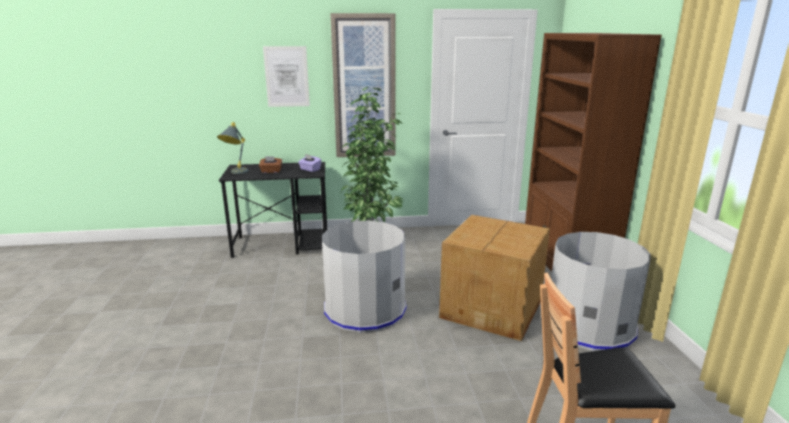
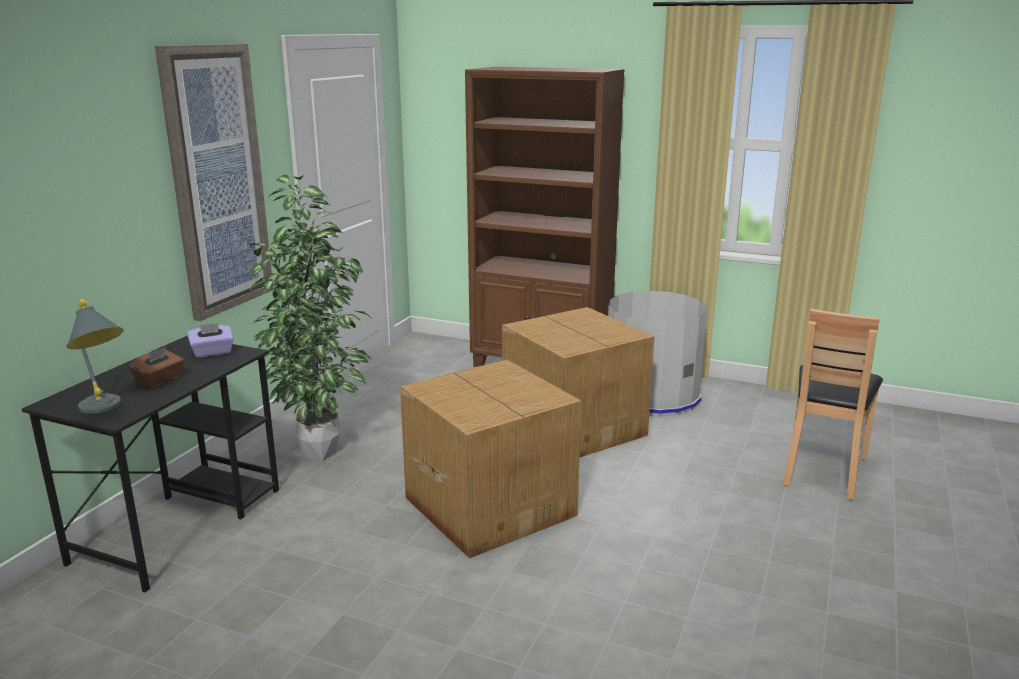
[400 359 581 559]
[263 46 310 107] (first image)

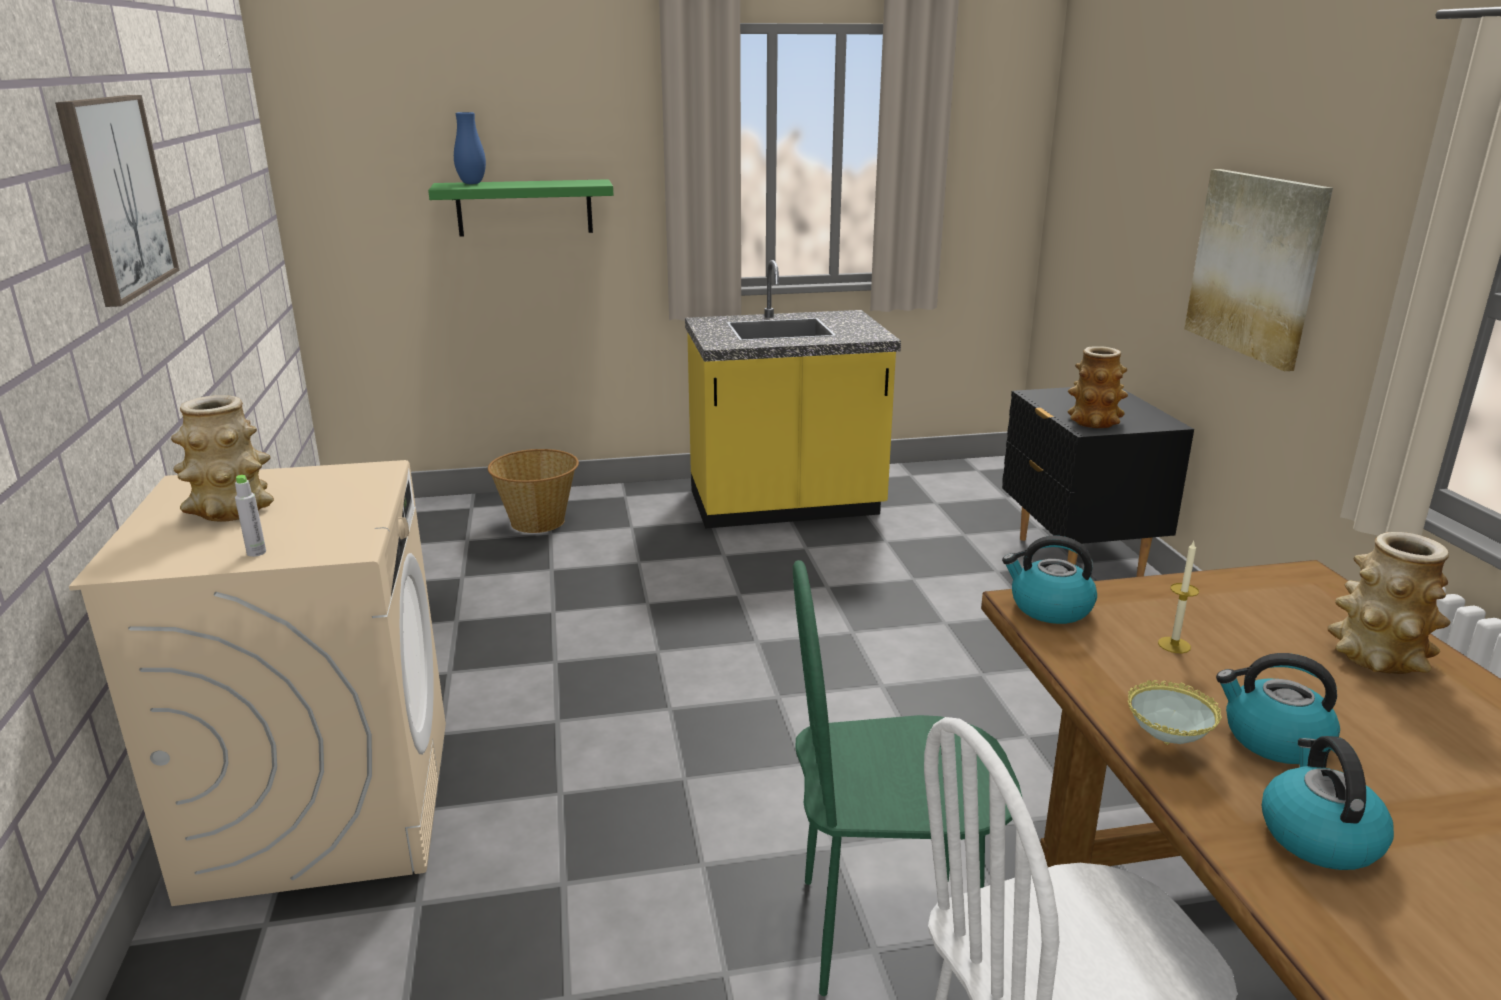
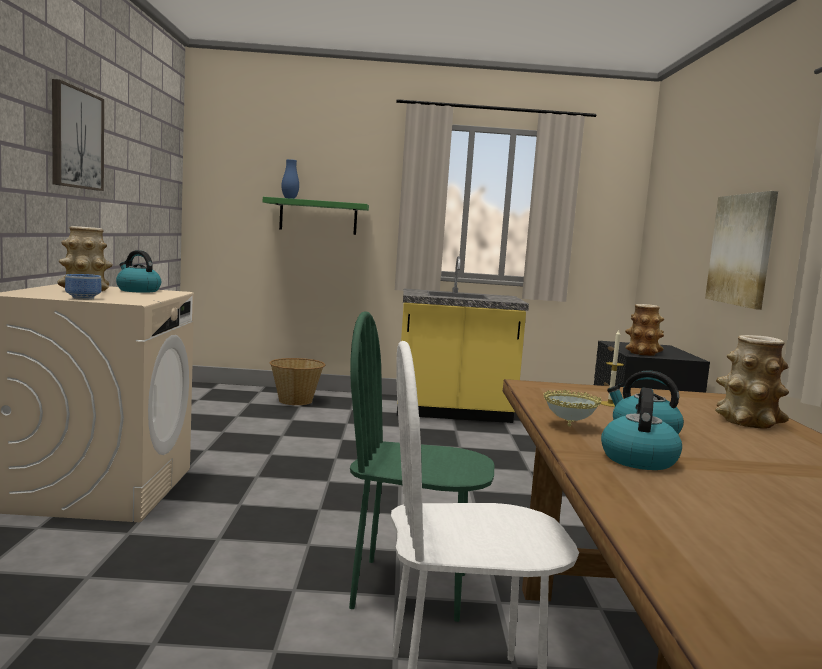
[65 274 102 300]
[116 250 161 293]

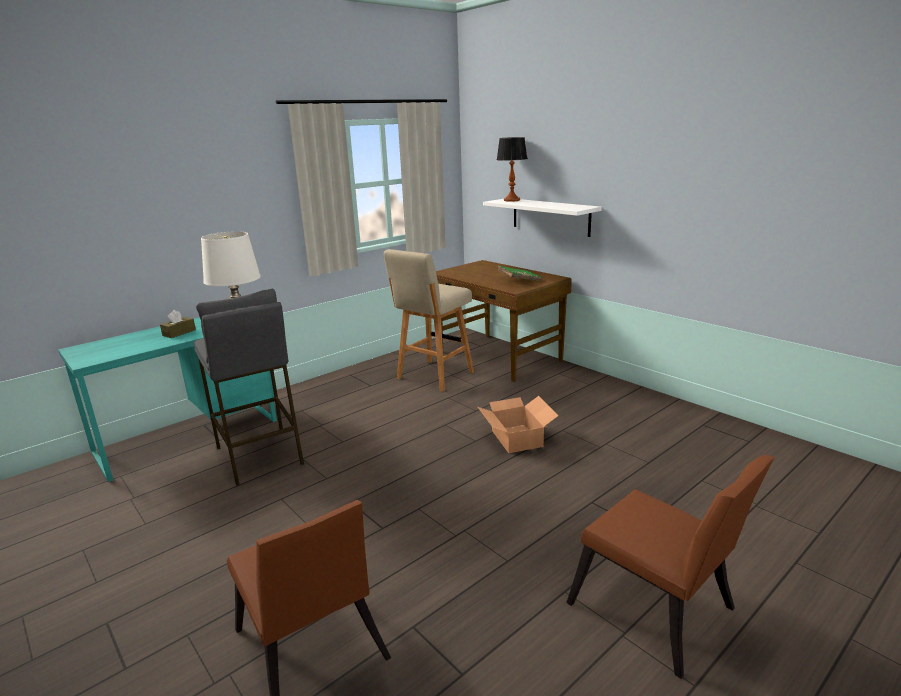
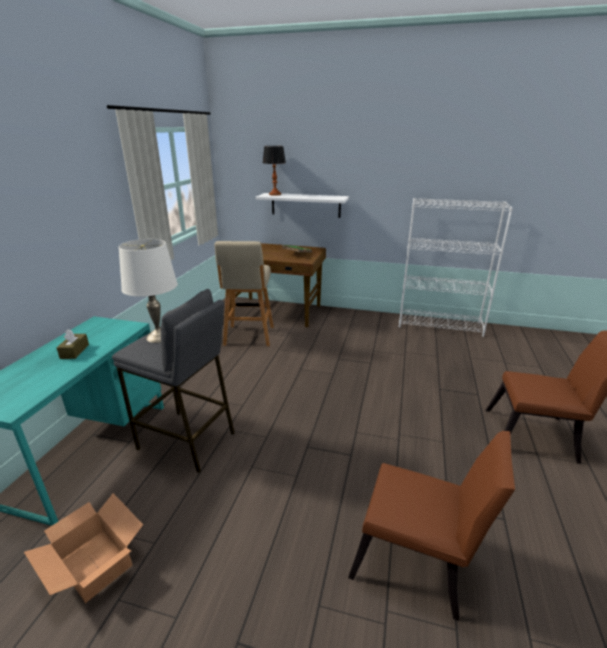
[24 493 143 603]
[399 198 513 337]

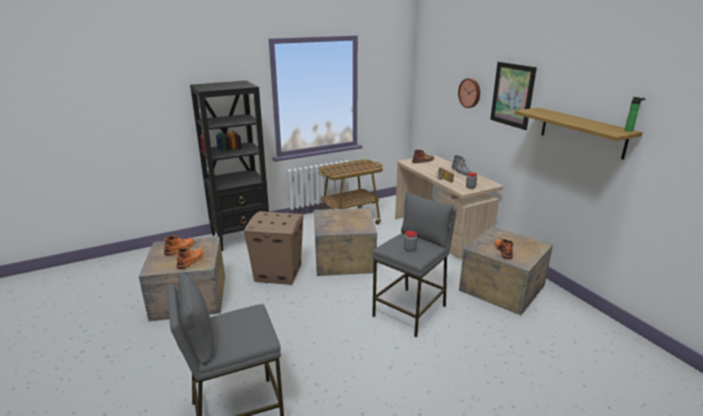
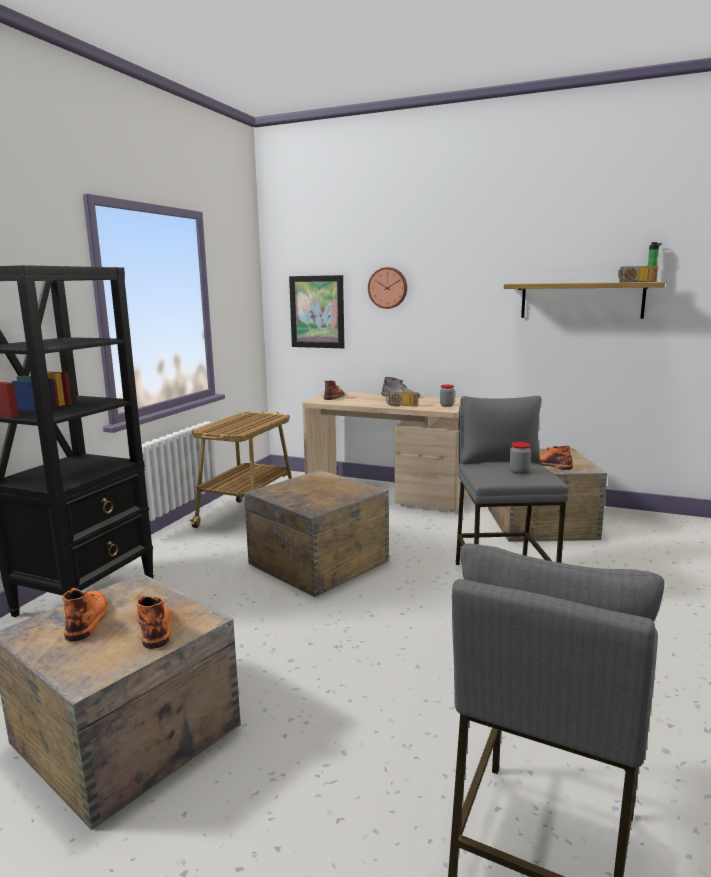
[289 275 344 348]
[618 266 658 282]
[244 211 303 285] (first image)

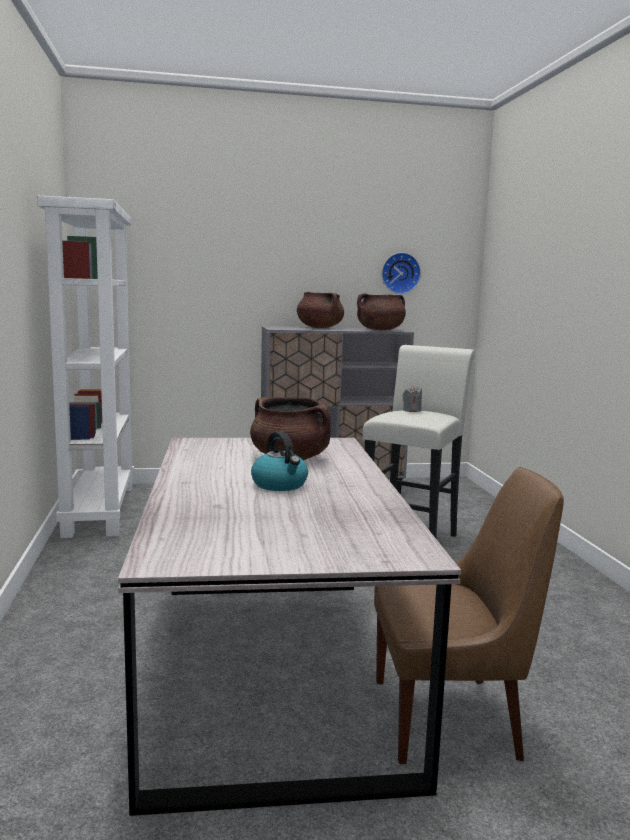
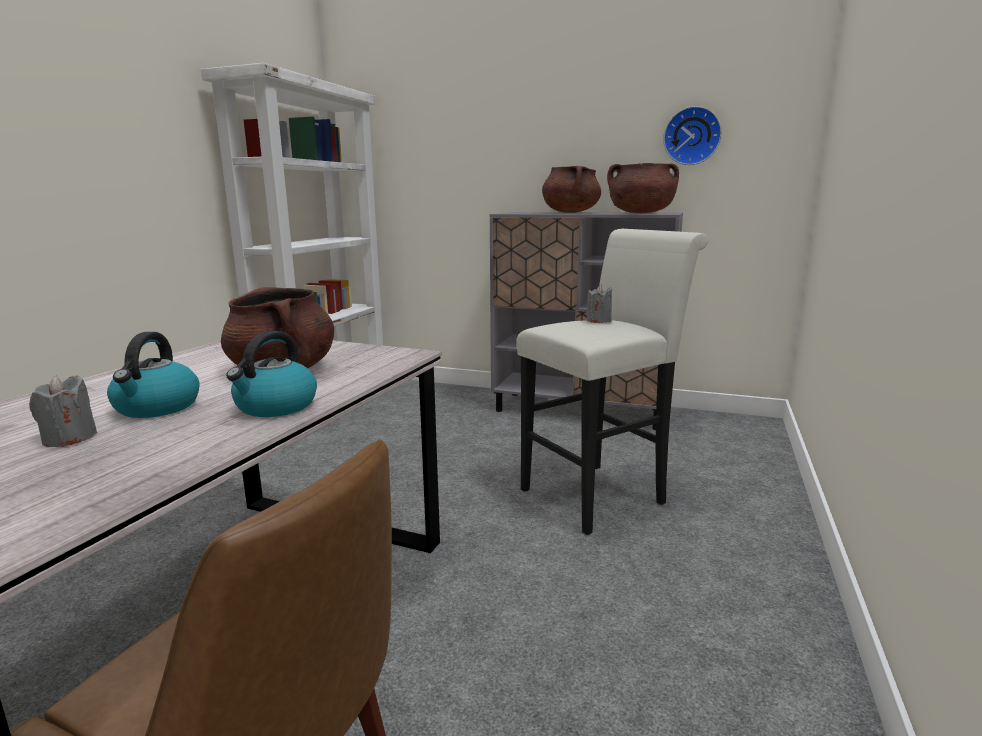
[29 375 97 447]
[226 331 317 417]

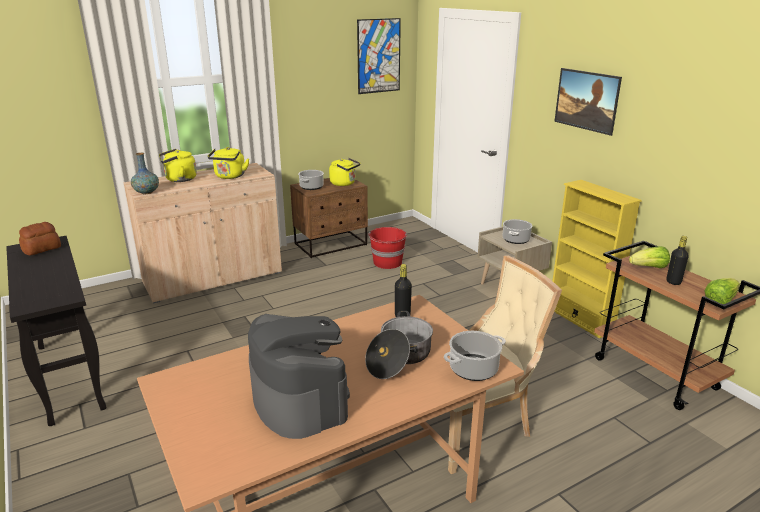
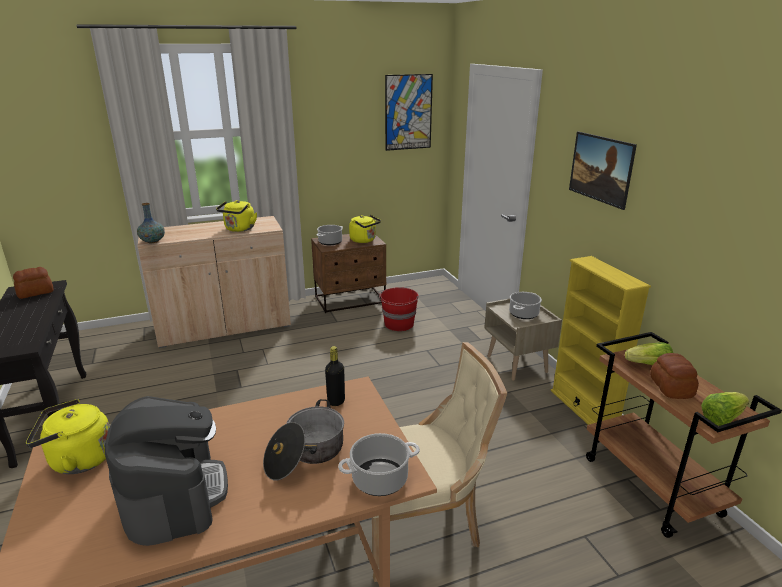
[26 399 110 474]
[650 353 699 399]

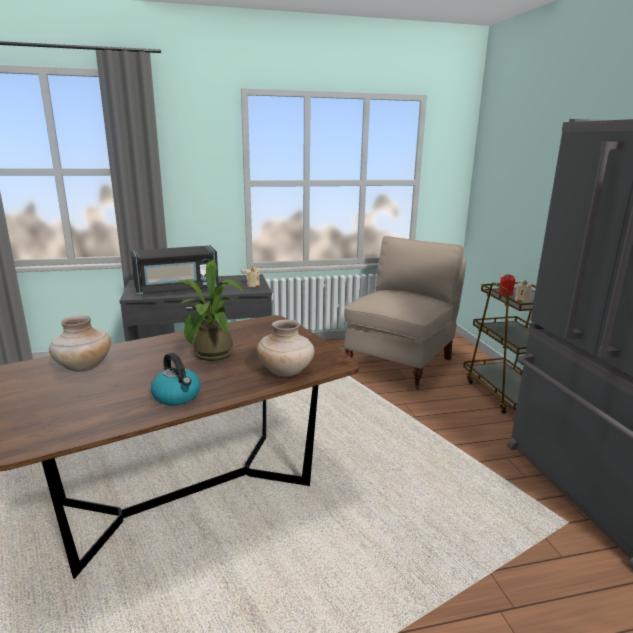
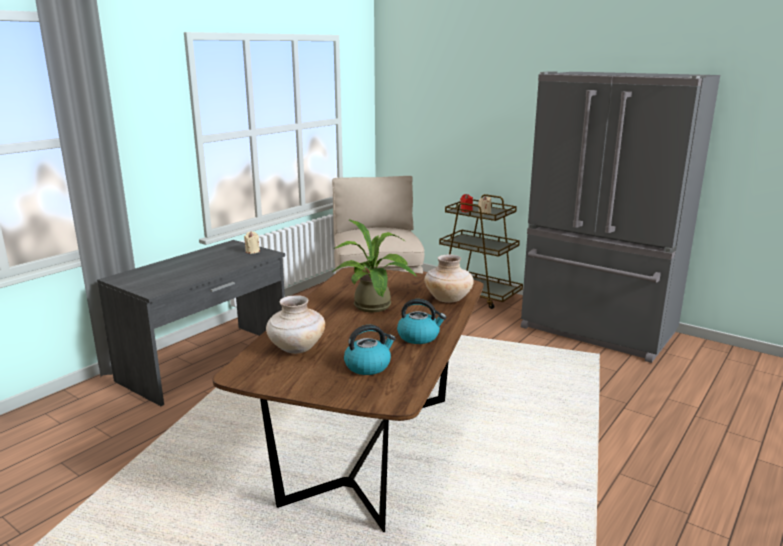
[344 325 396 375]
[131 245 219 295] (first image)

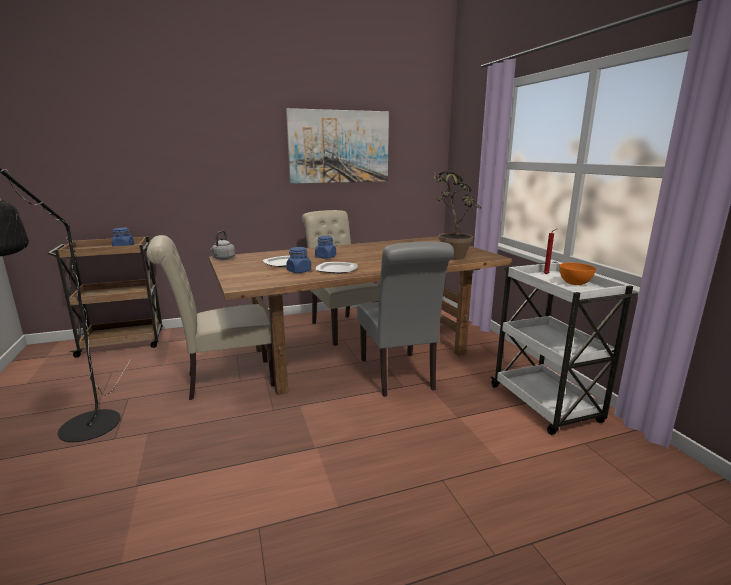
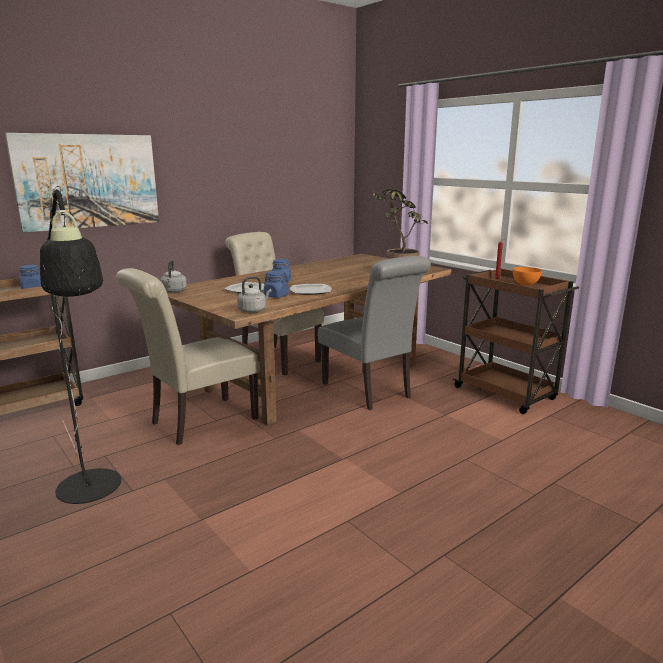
[5 133 159 233]
[237 276 272 313]
[452 268 579 414]

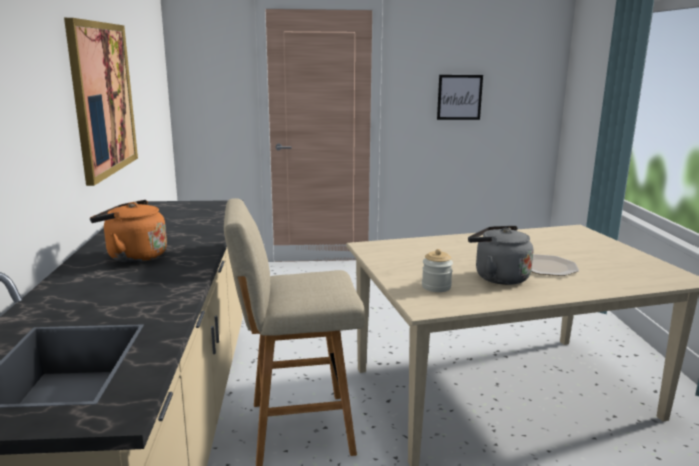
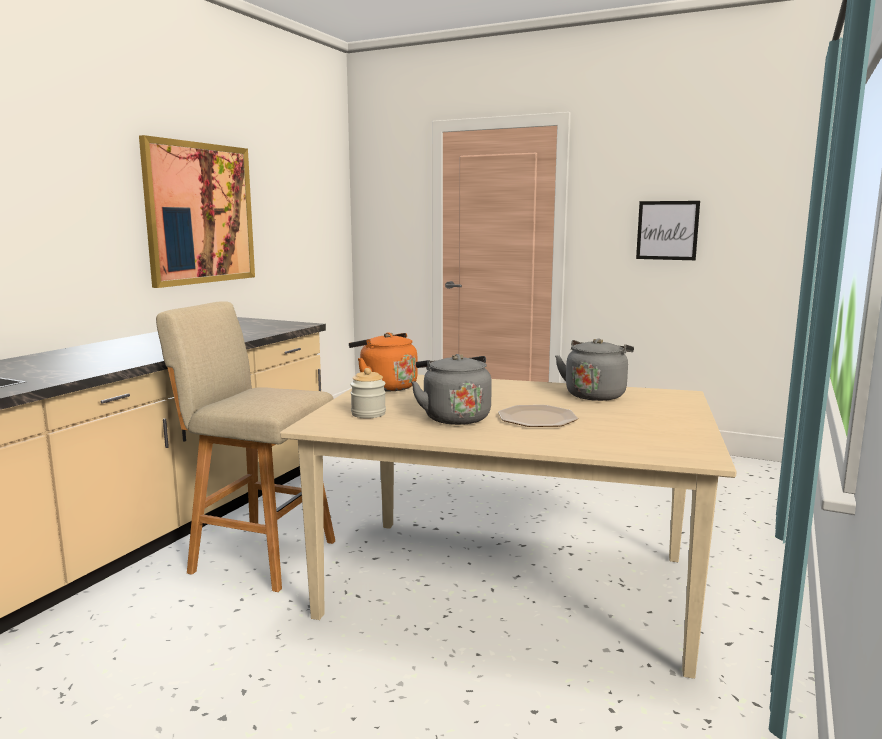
[349 332 418 391]
[555 338 634 401]

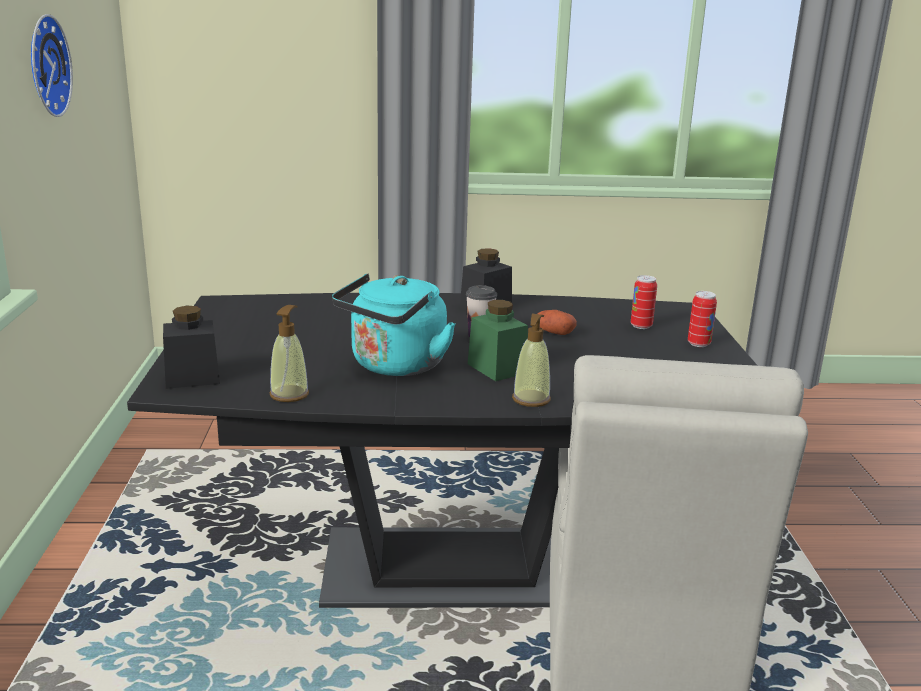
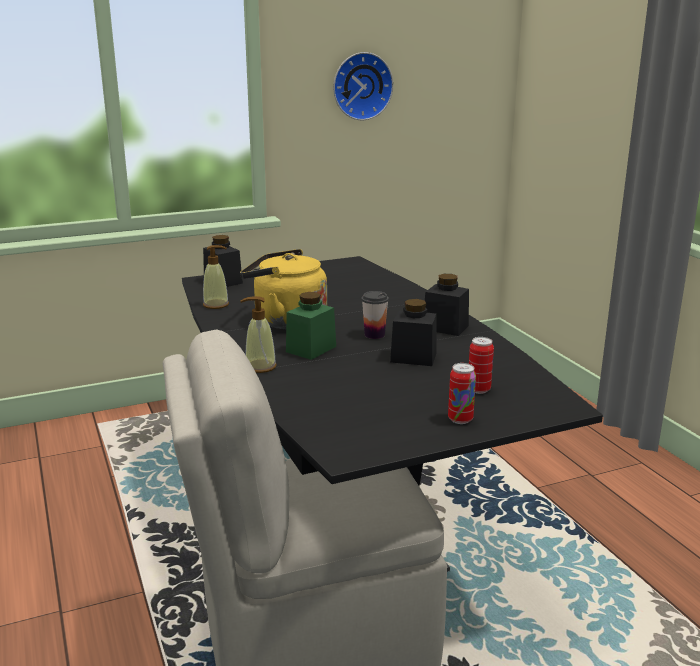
[240 249 327 329]
[390 299 437 366]

